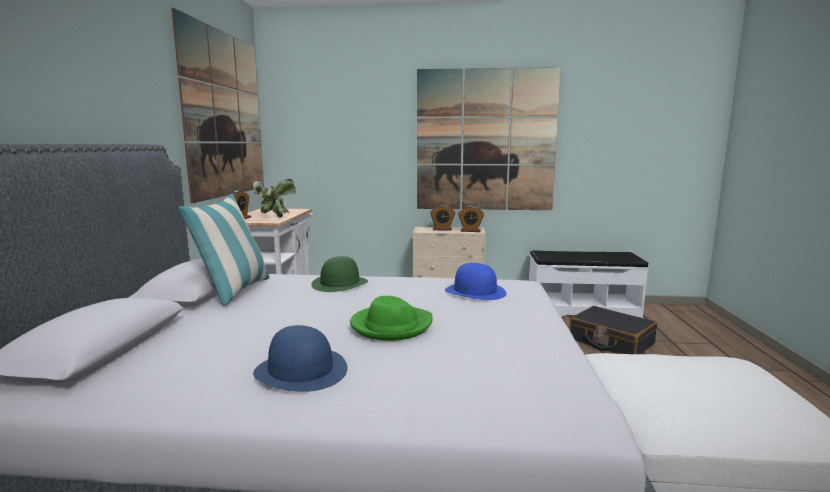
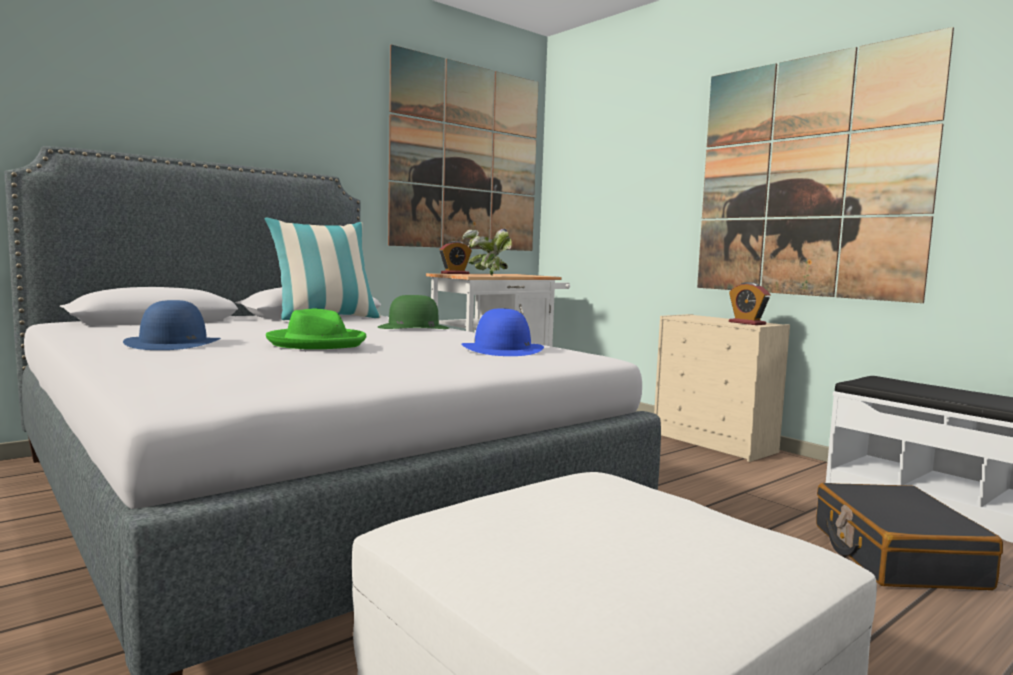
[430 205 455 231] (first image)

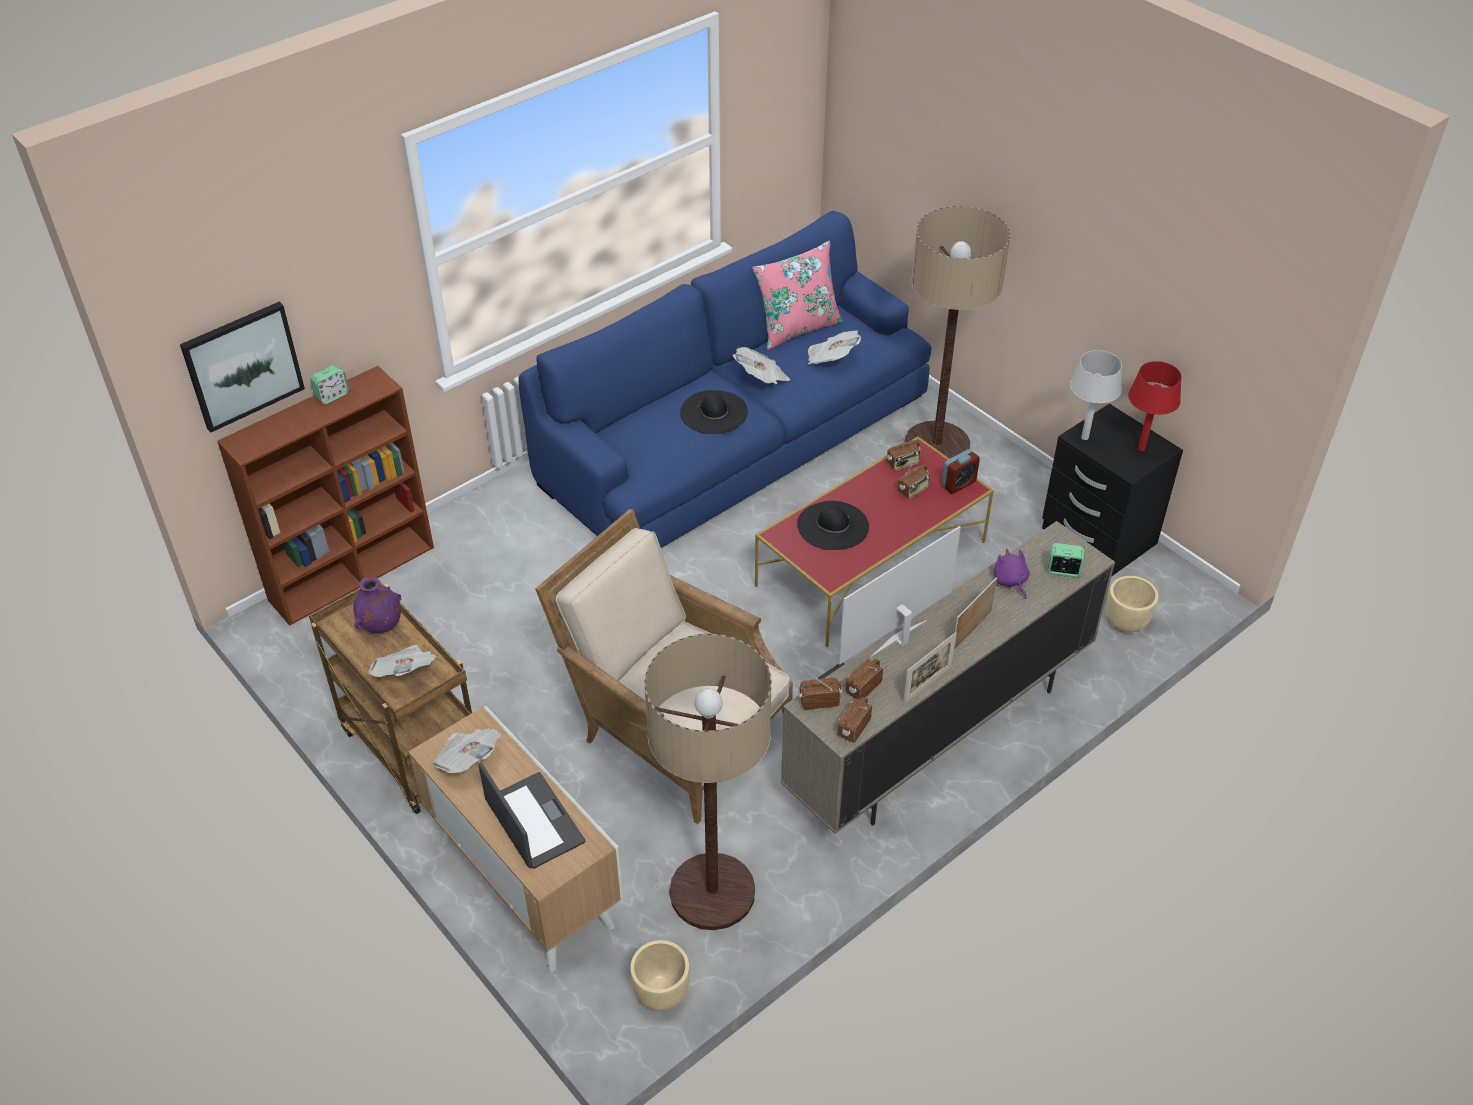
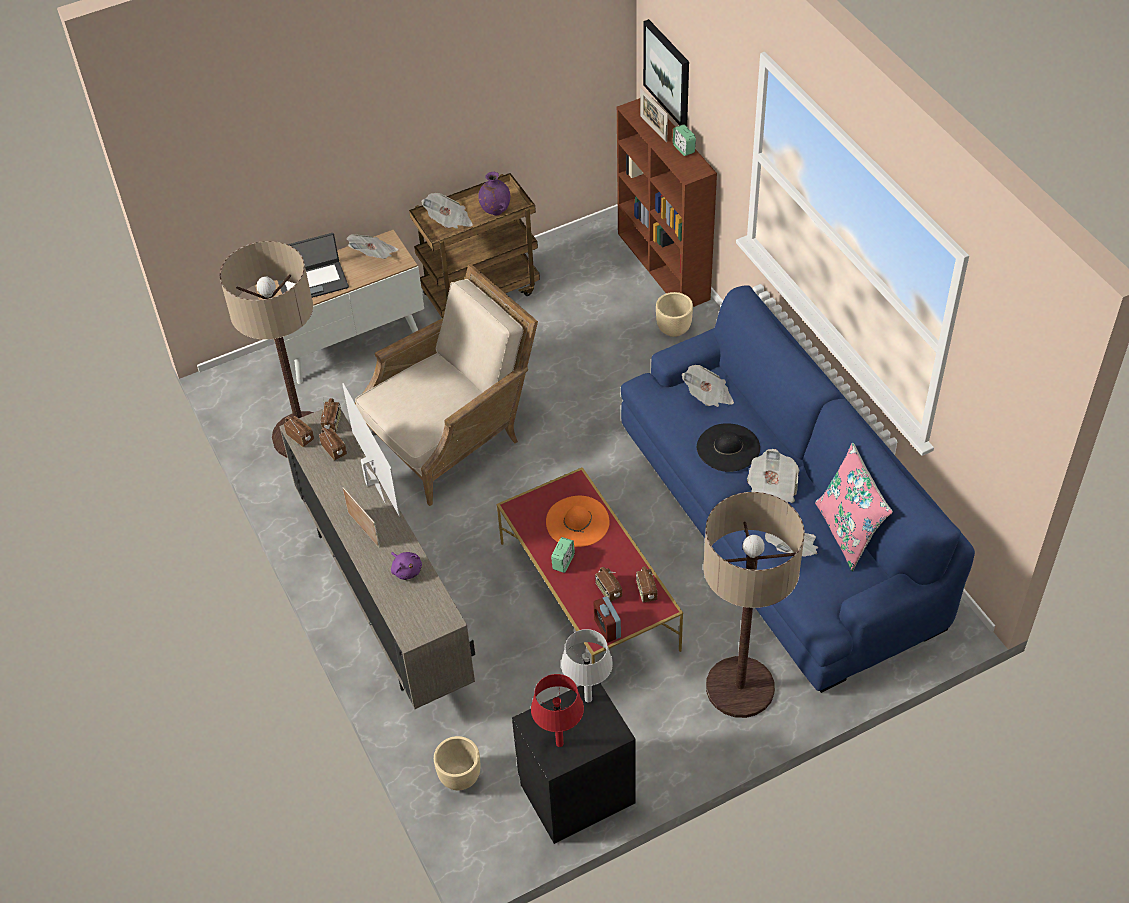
[391 552 422 580]
[546 496 610 547]
[551 537 575 573]
[640 88 668 142]
[656 292 693 337]
[682 365 734 407]

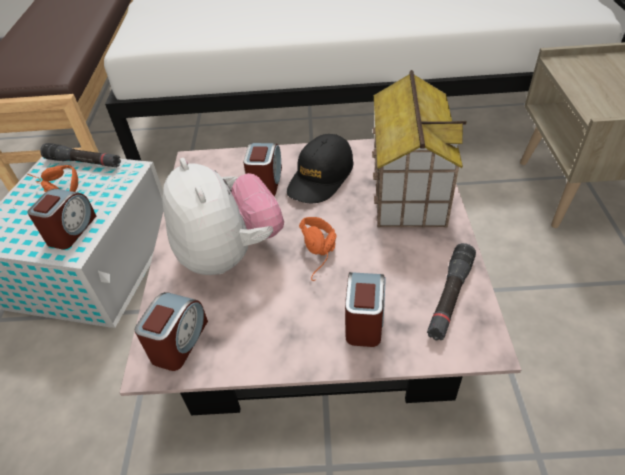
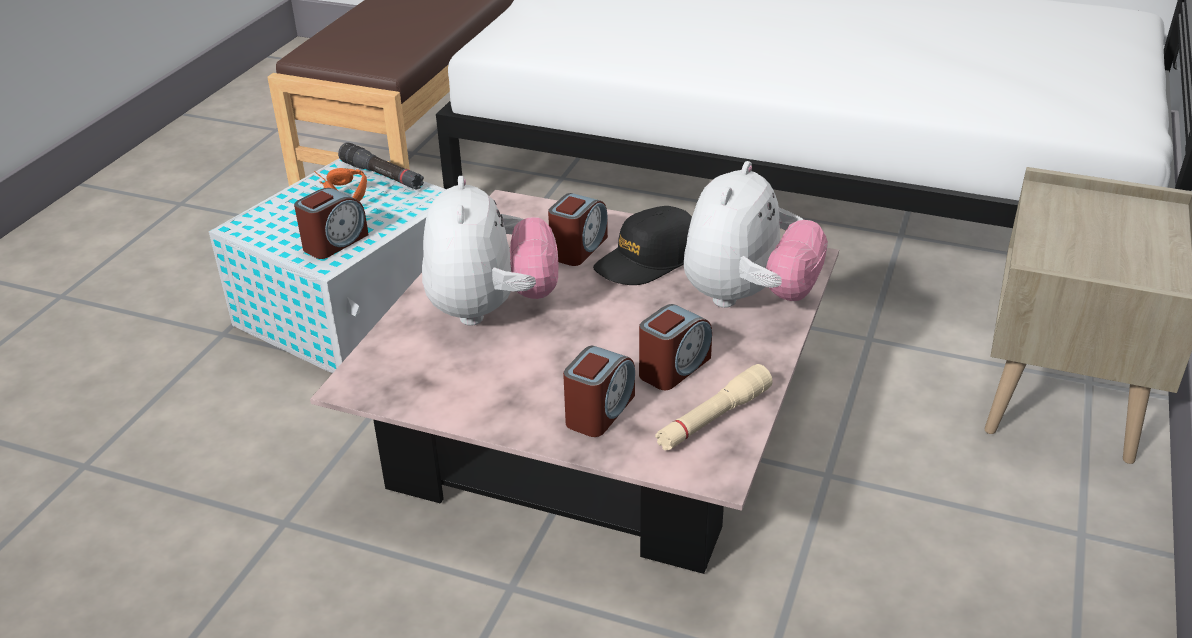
[639 304 712 390]
[655 364 773 451]
[684 161 828 308]
[299 217 337 281] (first image)

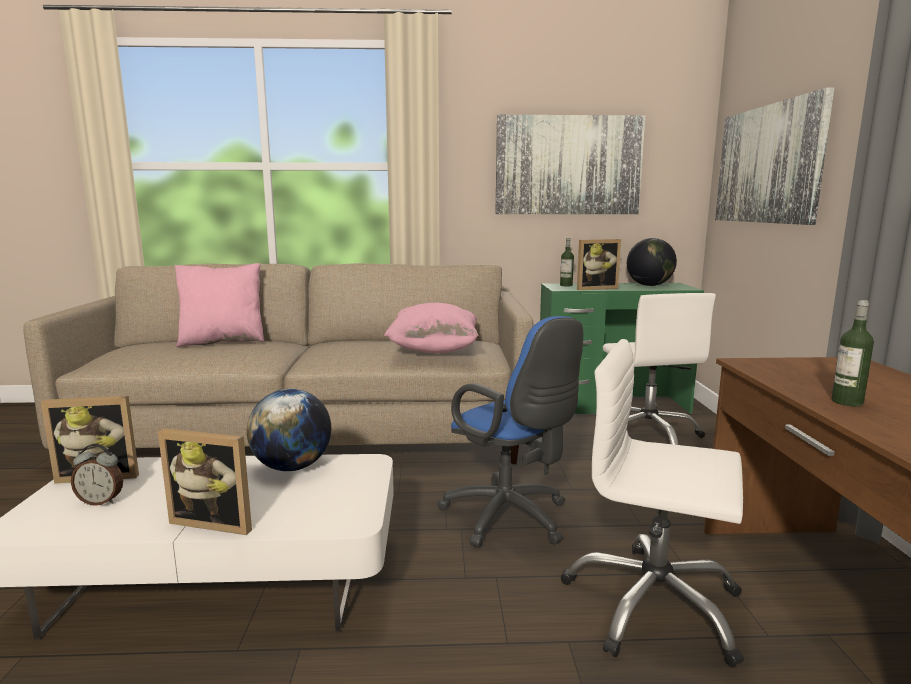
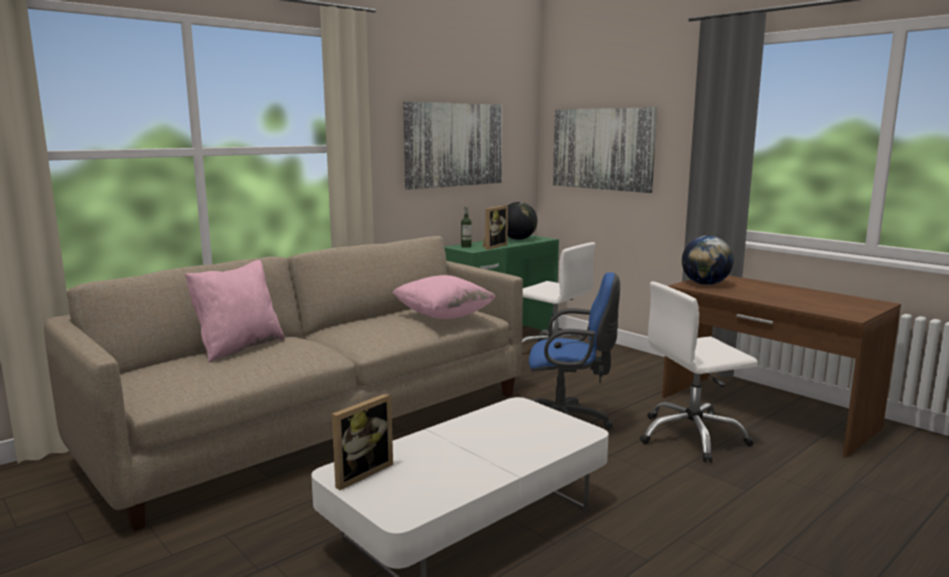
[682 236 734 285]
[71 444 123 506] (first image)
[158 428 252 535] (first image)
[832 300 874 406] (first image)

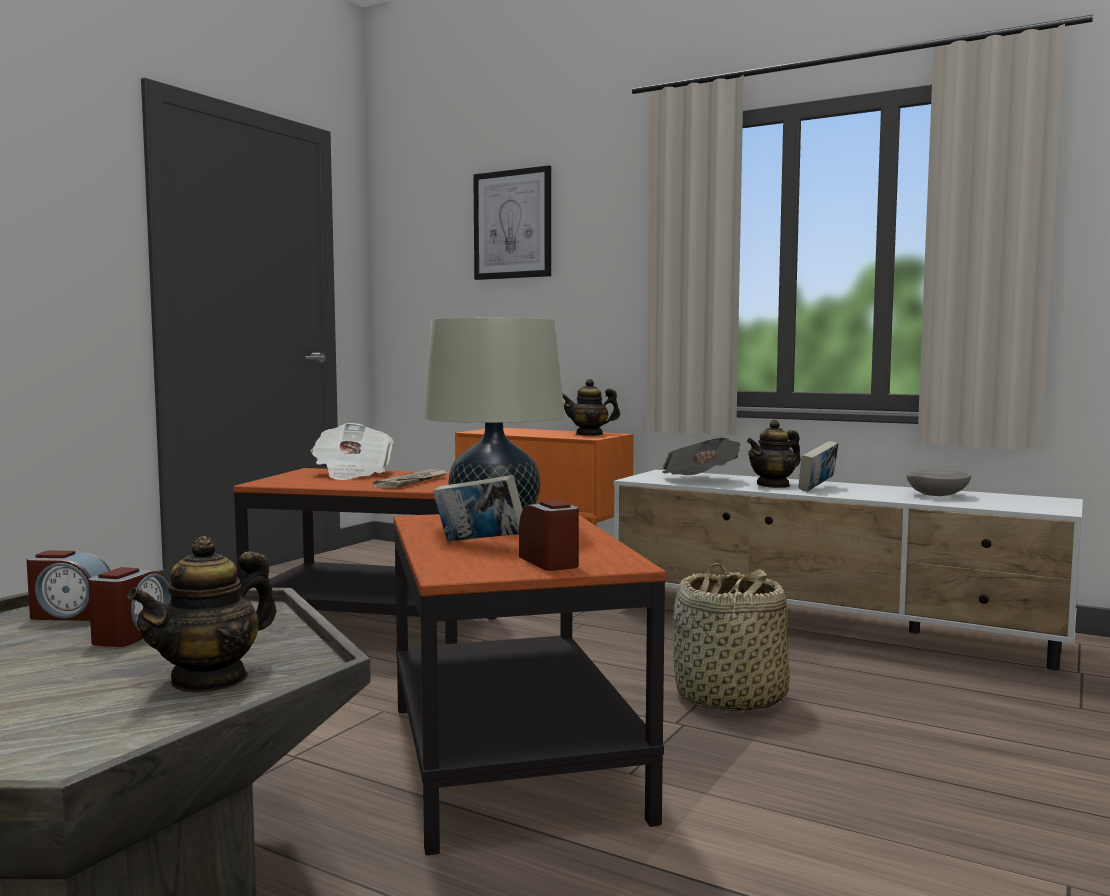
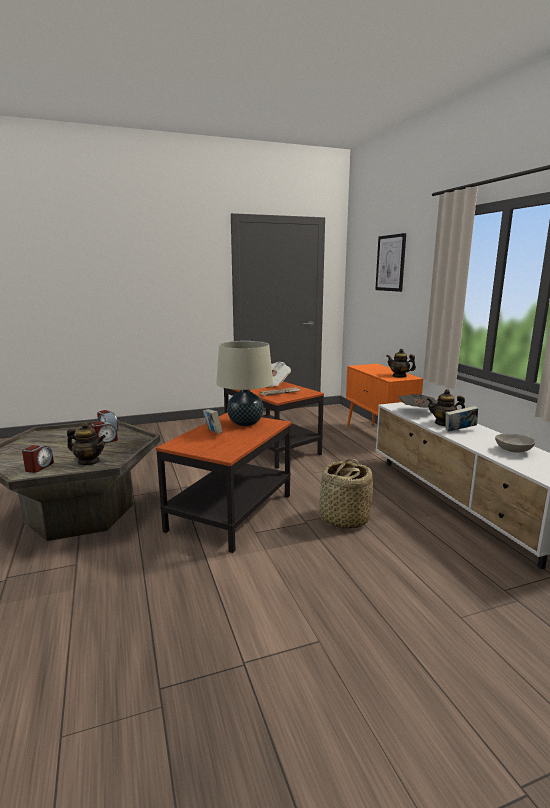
[22 445 54 473]
[67 422 106 465]

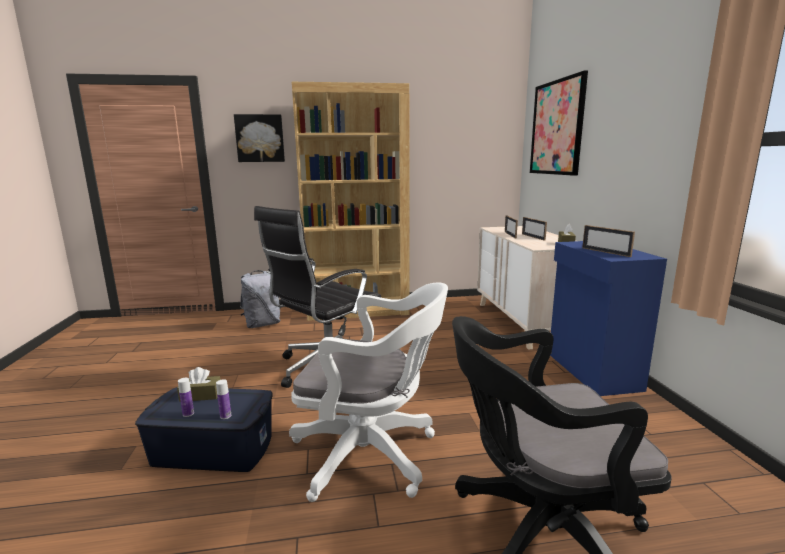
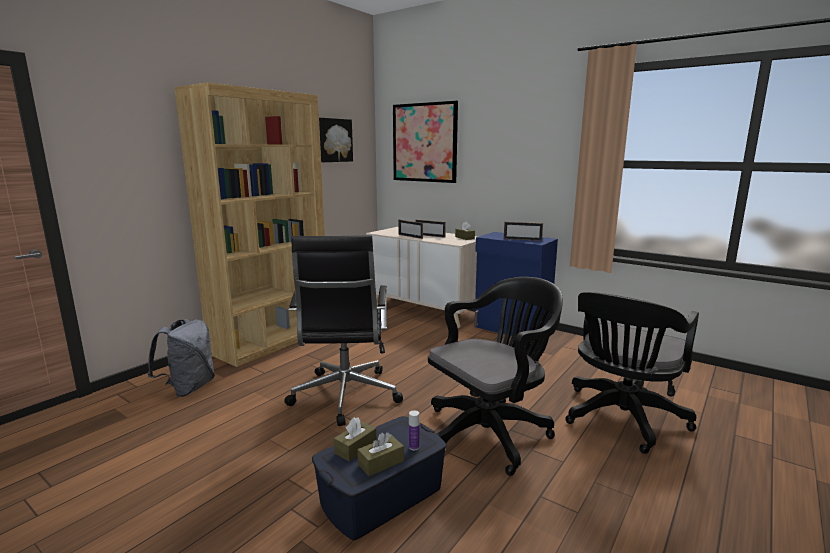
[319 118 353 162]
[357 432 404 476]
[428 277 563 476]

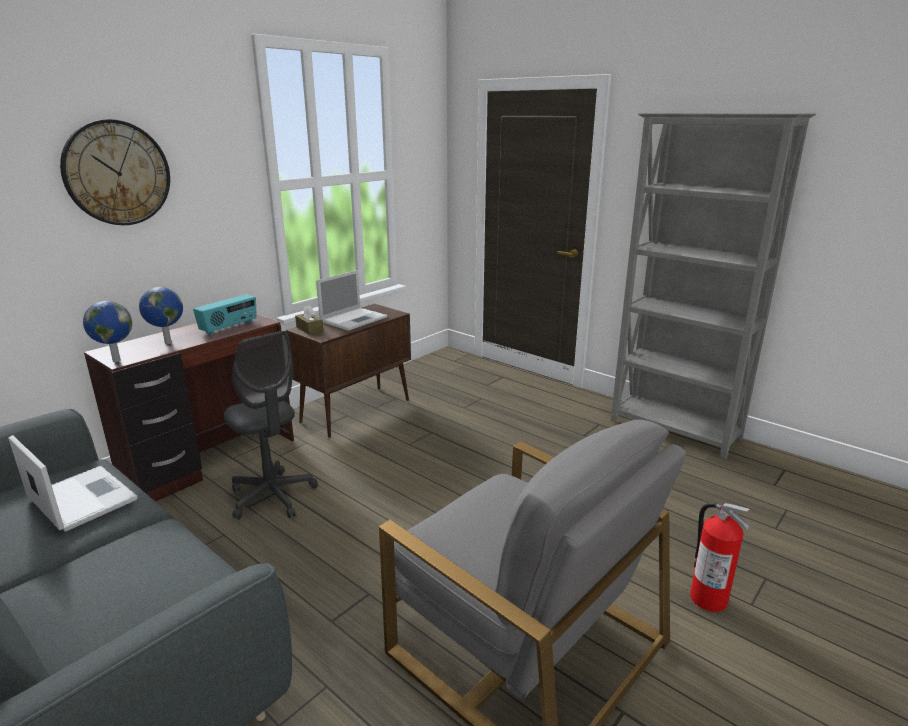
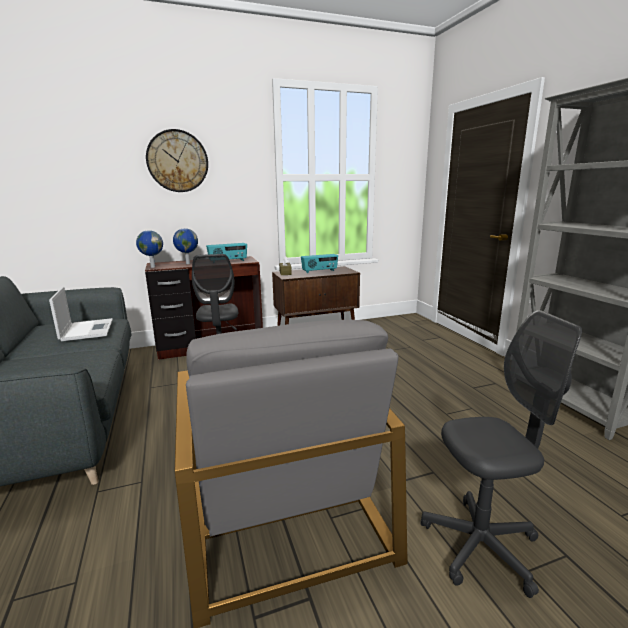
[301 254 338 273]
[420 310 582 598]

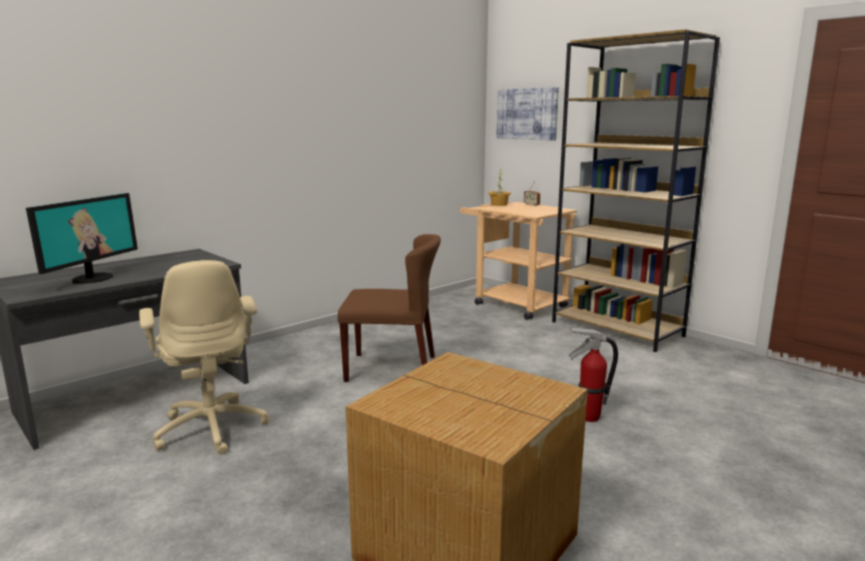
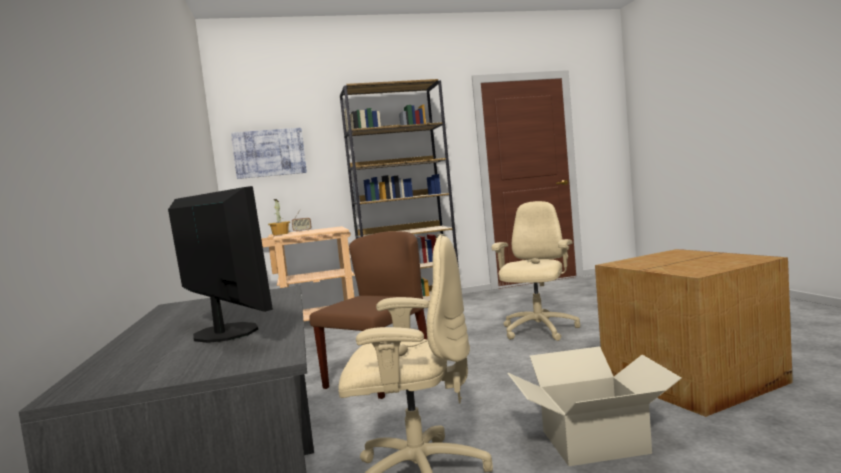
[492 201 580 341]
[507 346 682 466]

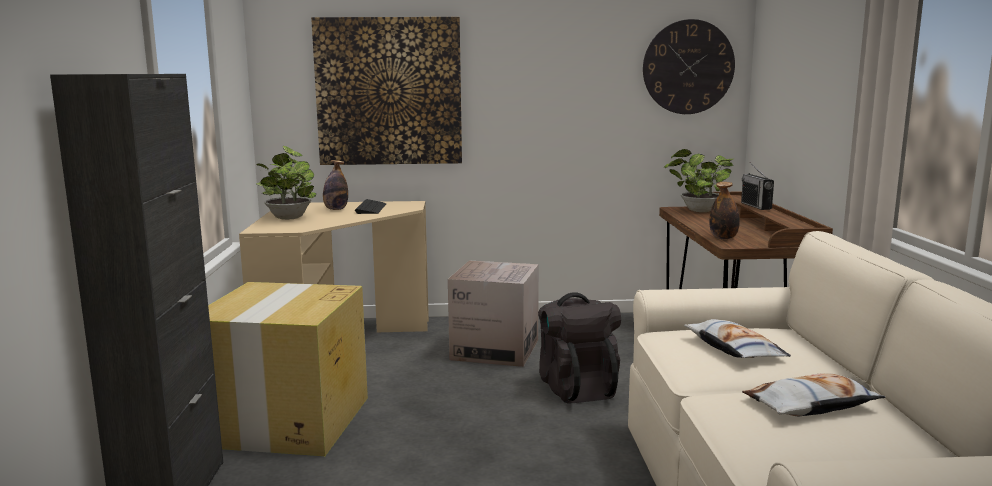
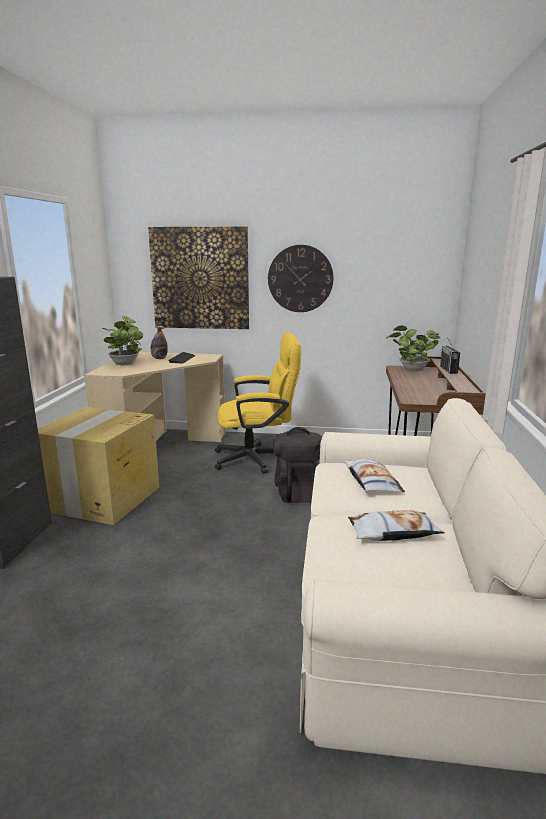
[215 332 301 474]
[268 245 333 312]
[709 182 740 239] (first image)

